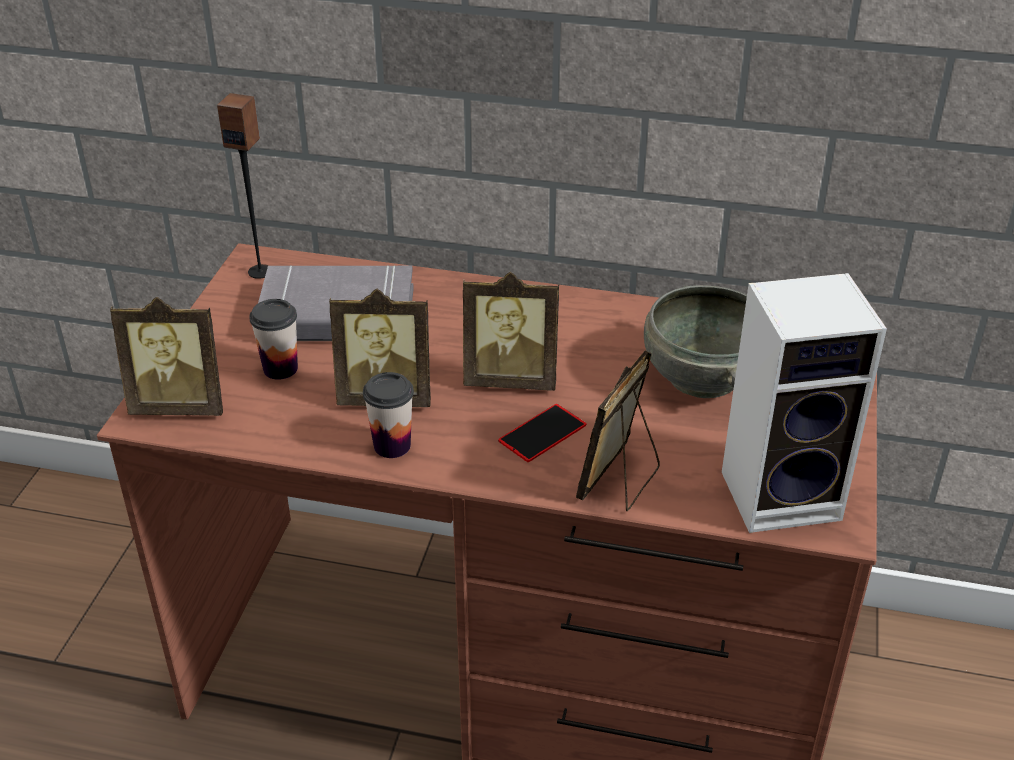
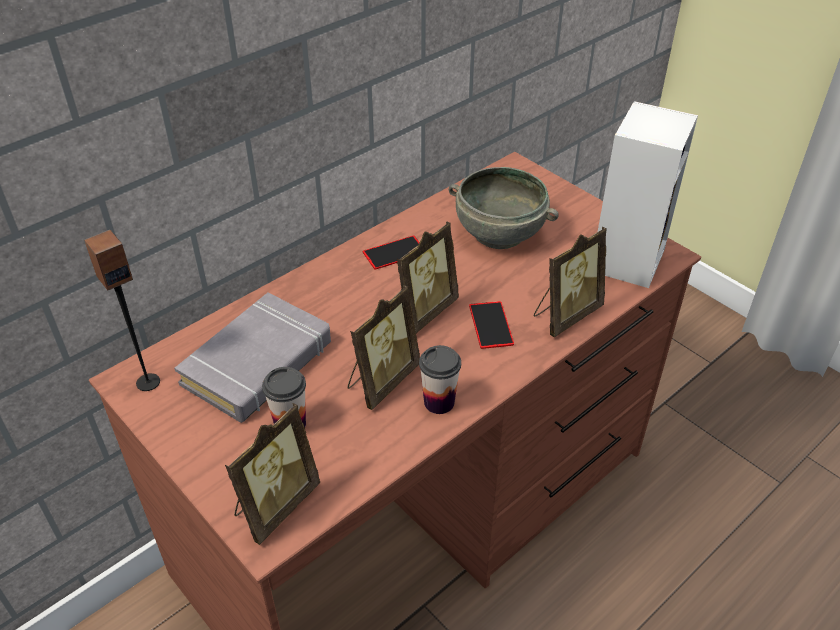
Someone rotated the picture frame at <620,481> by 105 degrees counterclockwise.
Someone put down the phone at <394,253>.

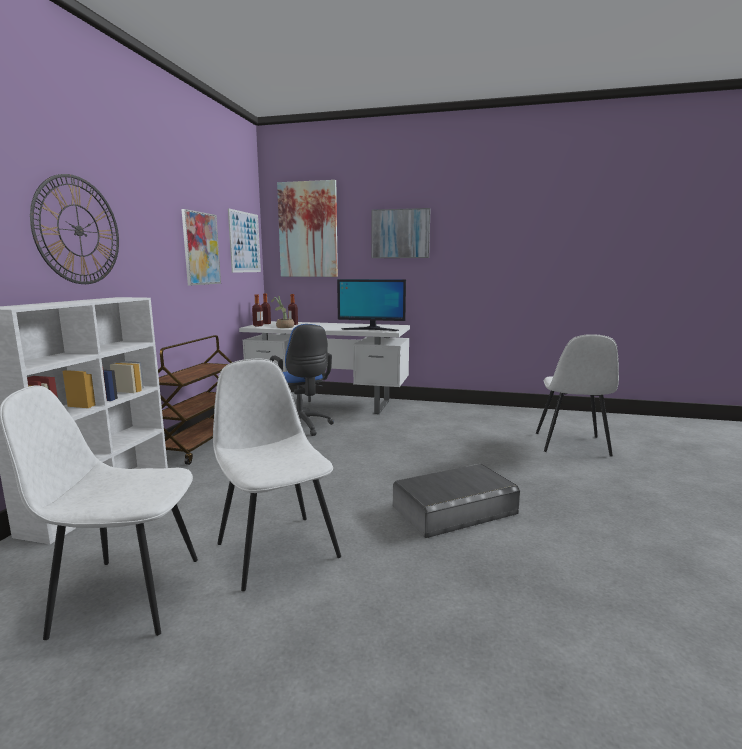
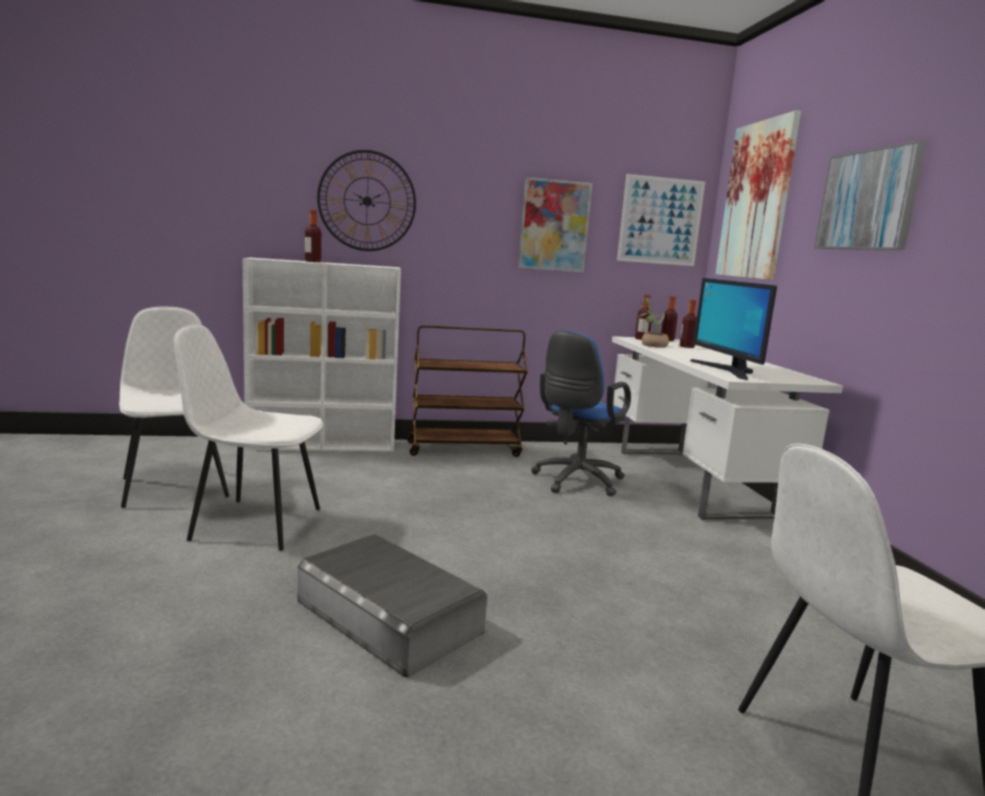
Someone rotated the white chair at <277,548> by 120 degrees counterclockwise.
Someone put down the bottle at <312,261>.

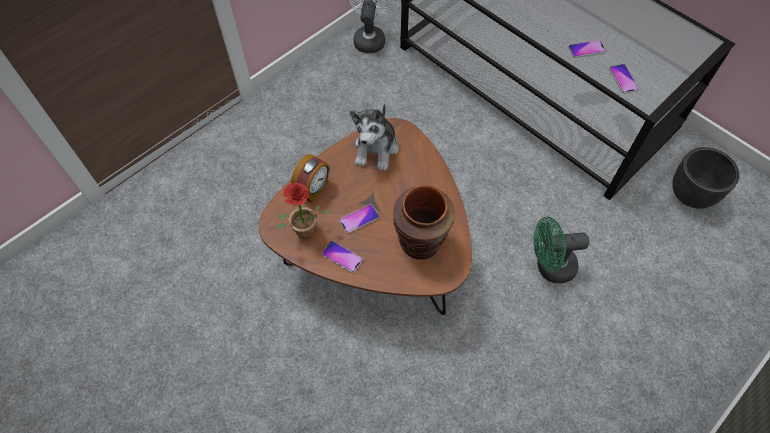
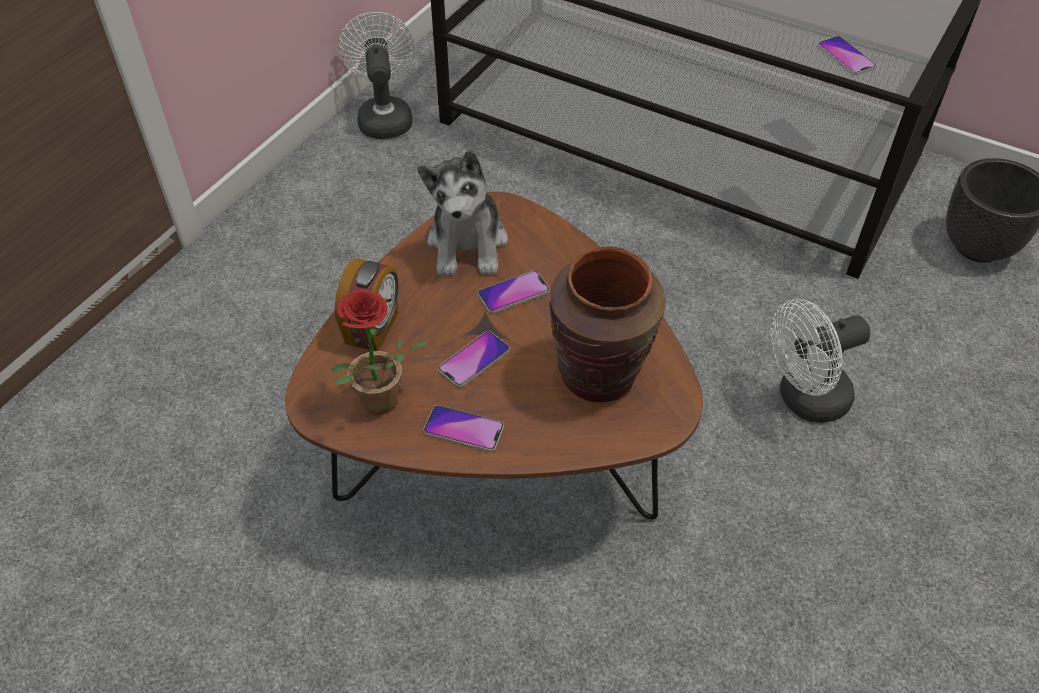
Someone repainted the green fan at <549,267>, which became the white fan at <804,400>.
Someone carried the phone from <586,49> to <513,293>.

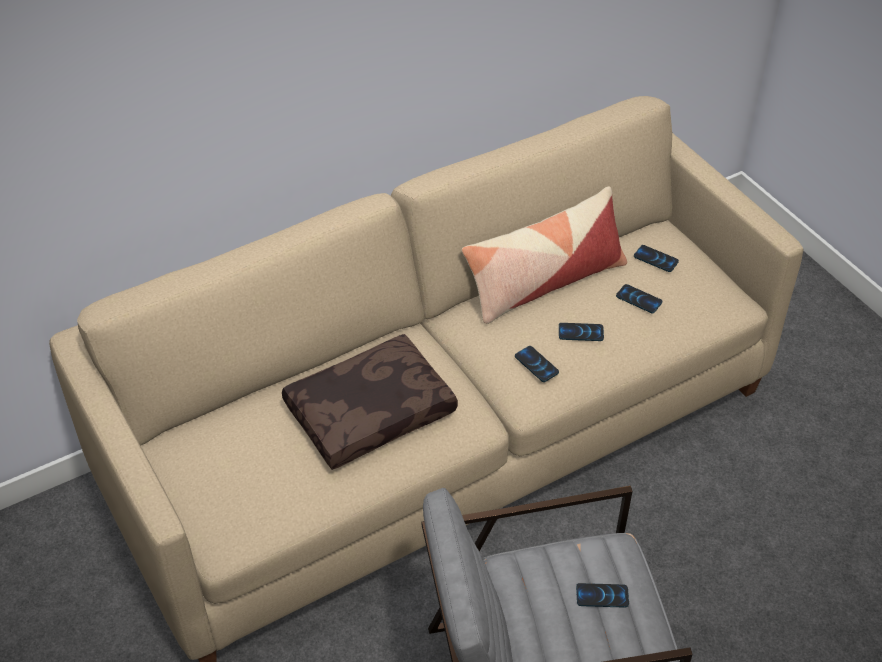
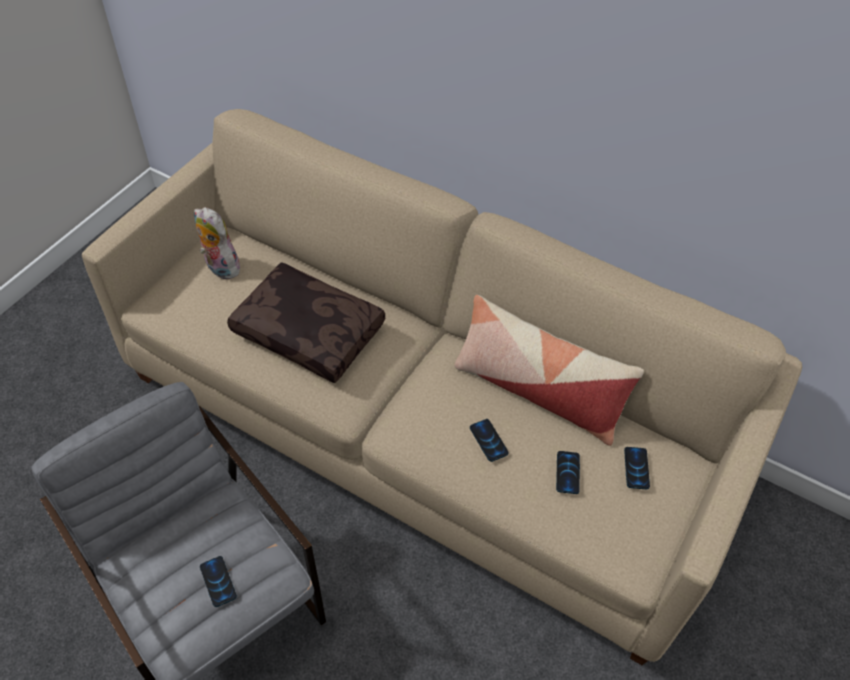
Someone took away the phone at <536,364>.
Someone put down the plush toy at <219,267>.

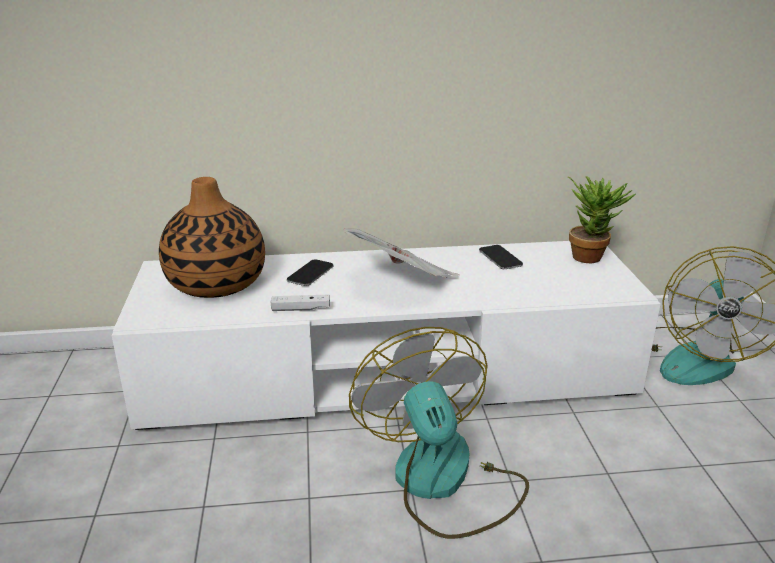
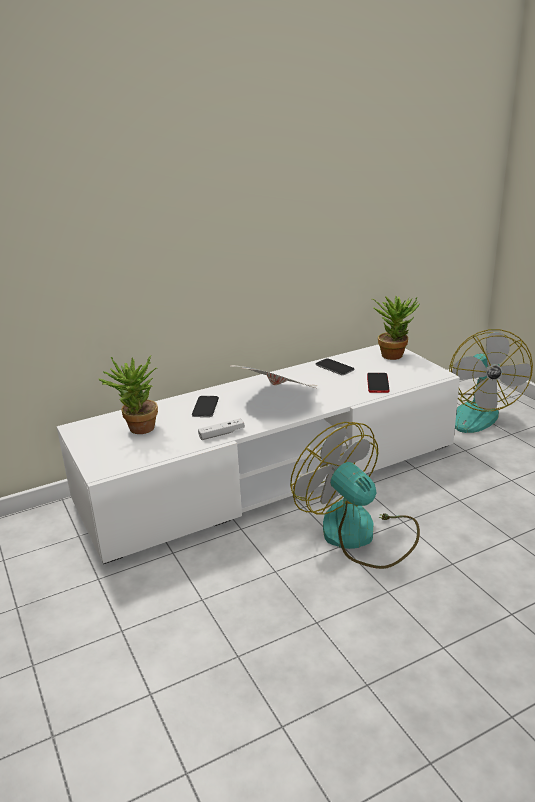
Someone swapped the vase at <216,283> for the potted plant at <137,430>.
Someone put down the phone at <378,383>.

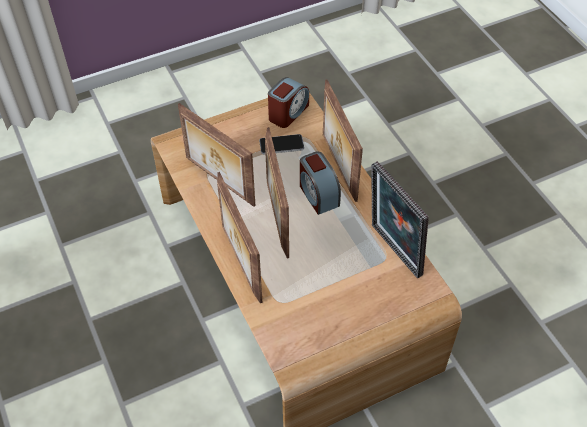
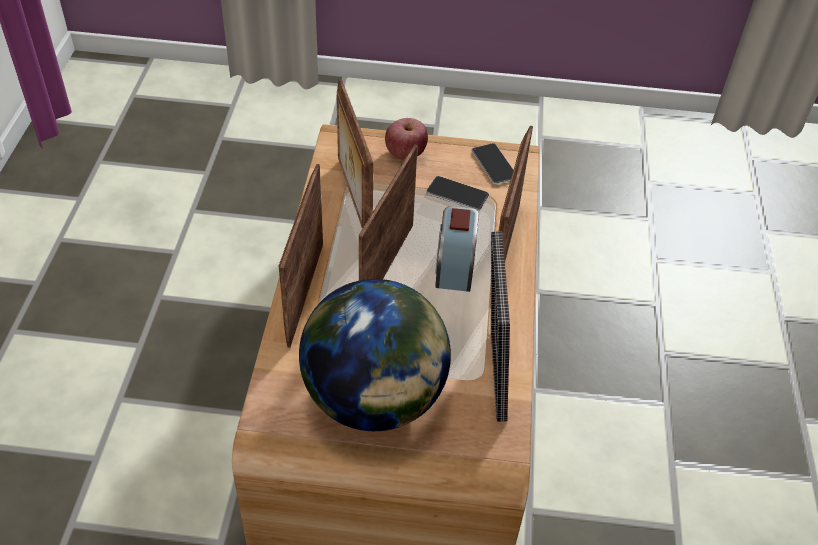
Someone swapped the alarm clock at <288,113> for the phone at <494,165>.
Someone put down the globe at <375,398>.
Someone put down the apple at <405,153>.

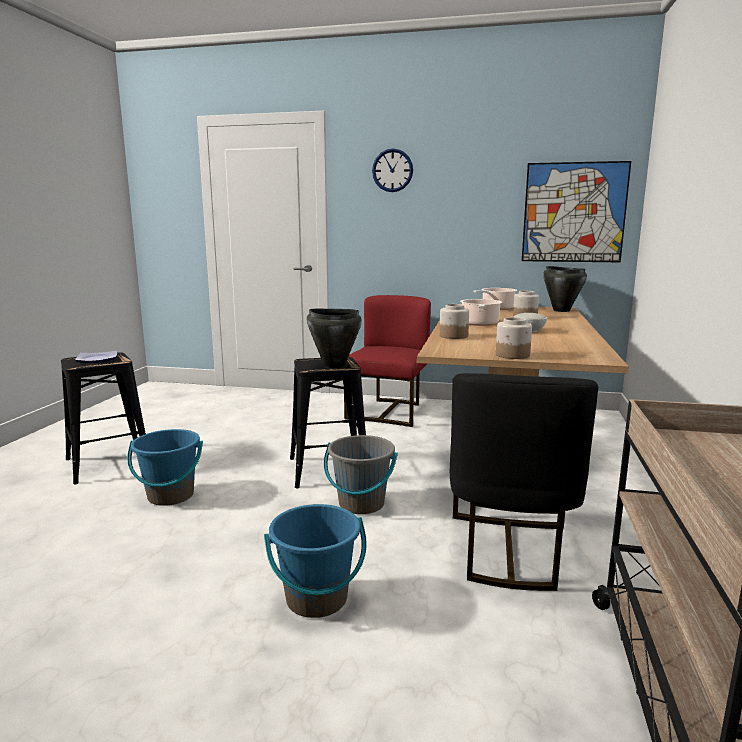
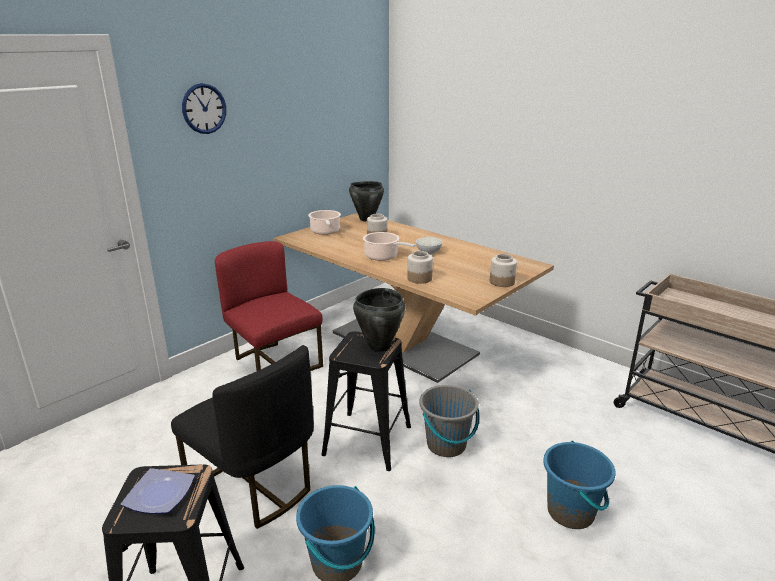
Someone carried the black chair from <508,550> to <254,485>.
Someone took away the picture at <574,213>.

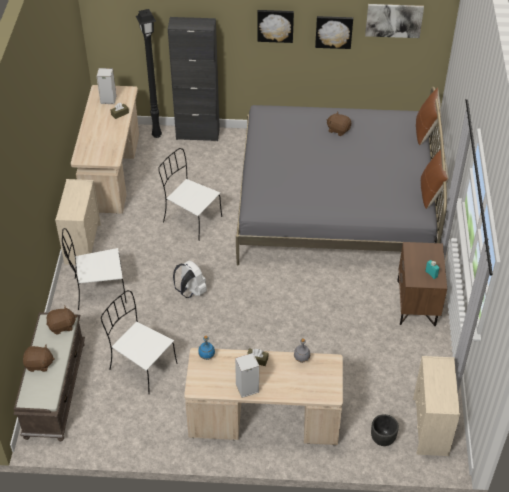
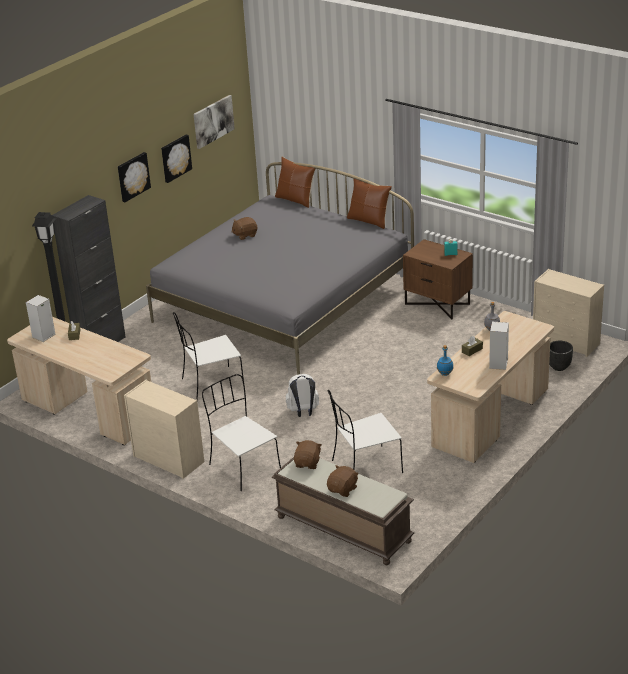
Someone rotated the white chair at <98,291> by 120 degrees clockwise.

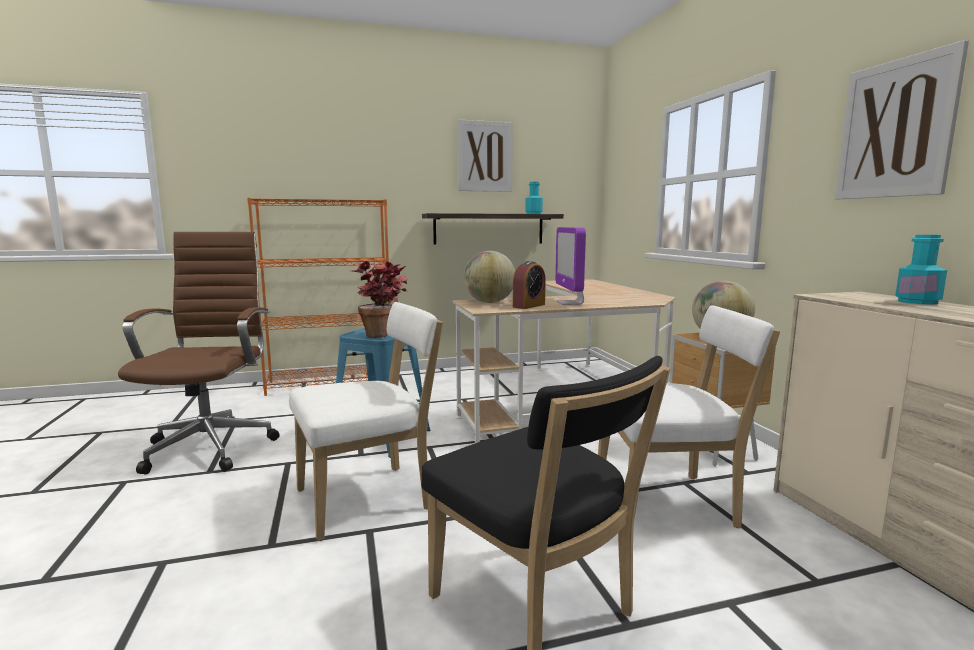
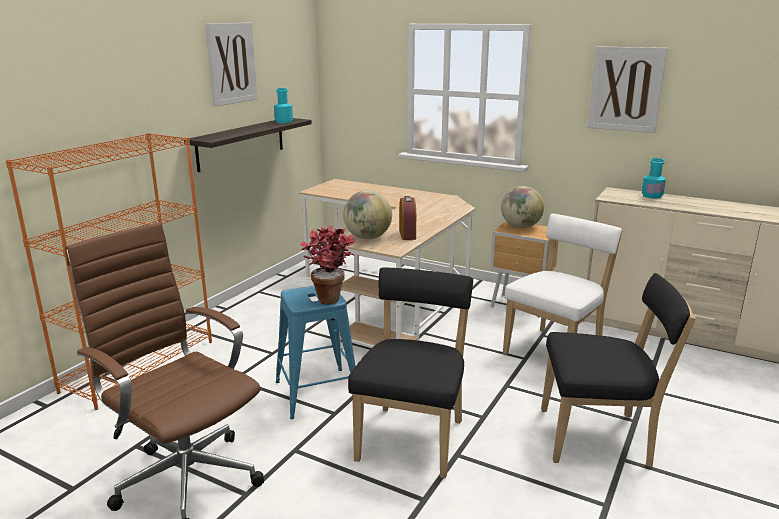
Someone repainted the white chair at <370,498>, which became the black chair at <413,437>.
Someone took away the monitor at <570,303>.

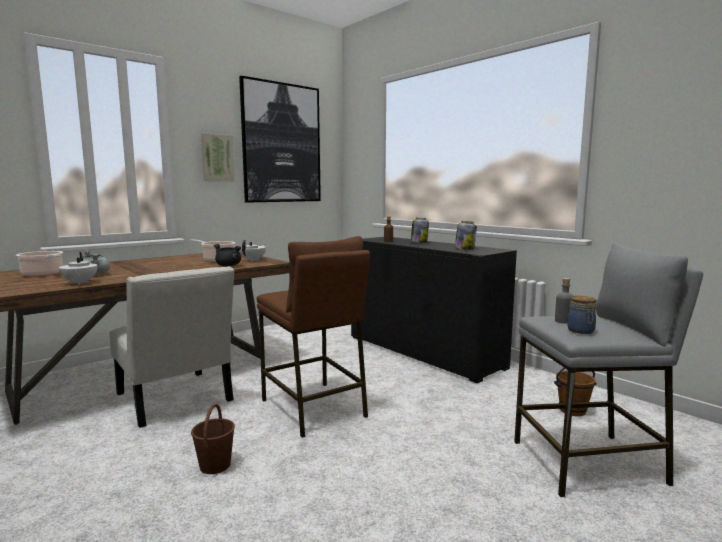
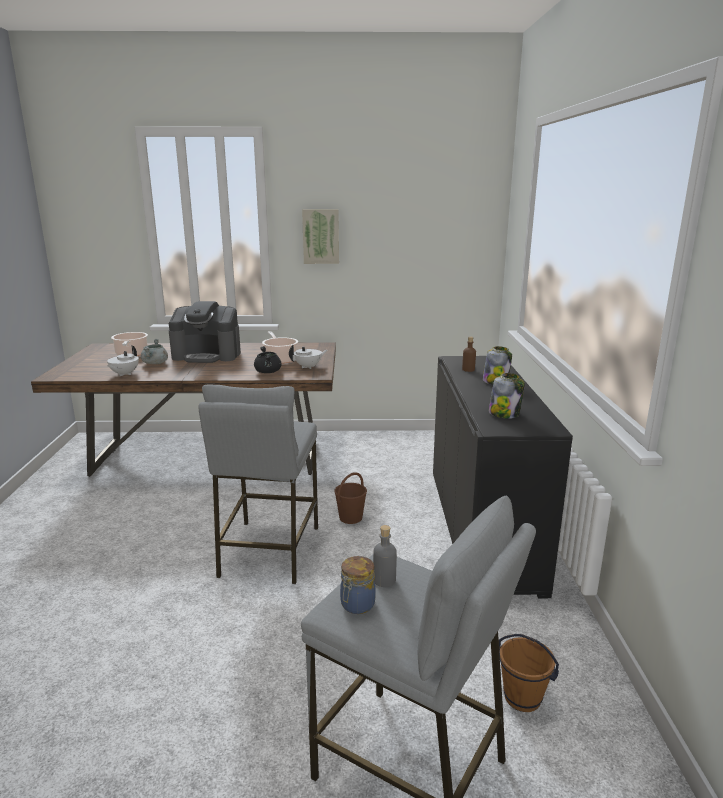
Someone took away the white chair at <175,400>.
Someone carried the brown bucket from <215,465> to <351,517>.
Someone took away the picture at <282,143>.
Someone repainted the brown stool at <313,408>, which became the grey stool at <268,551>.
Someone put down the coffee machine at <207,355>.

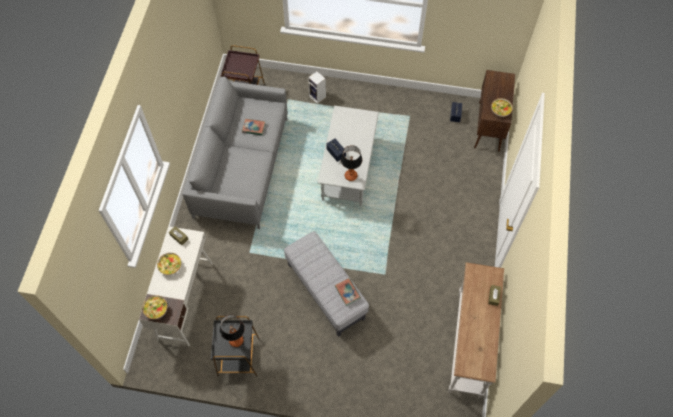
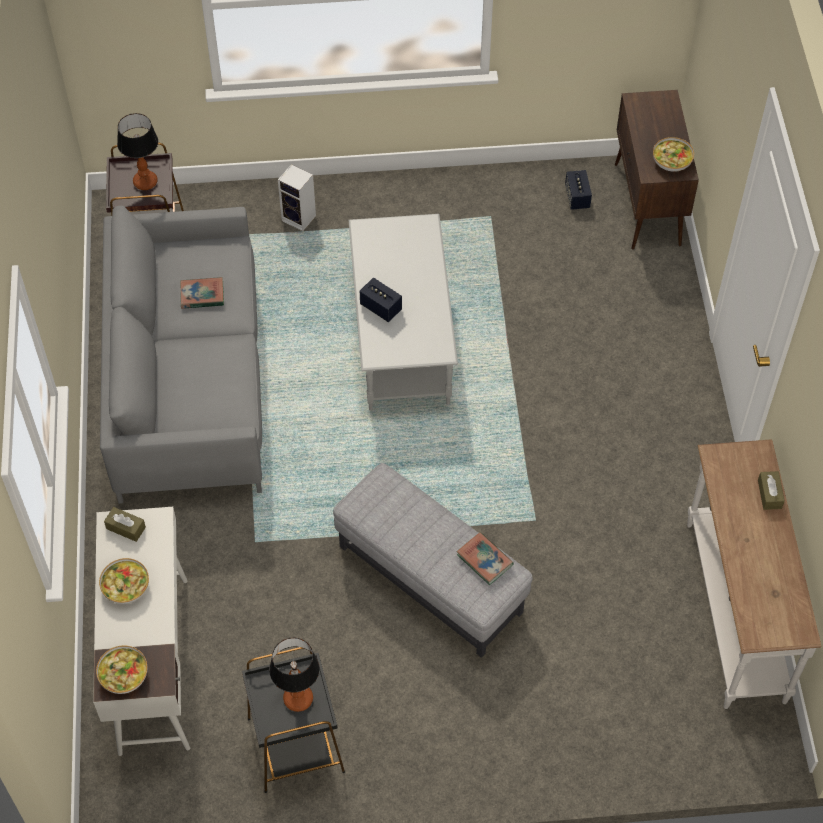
Someone carried the table lamp from <350,176> to <145,182>.

